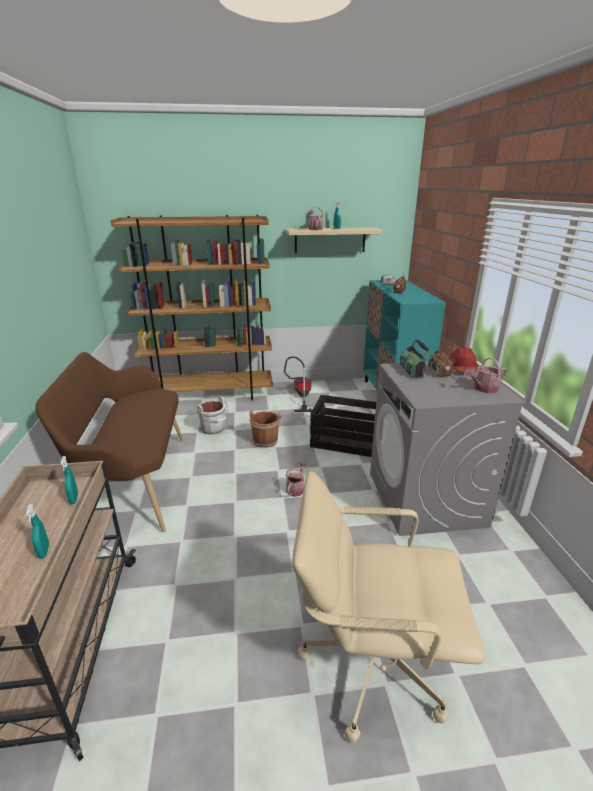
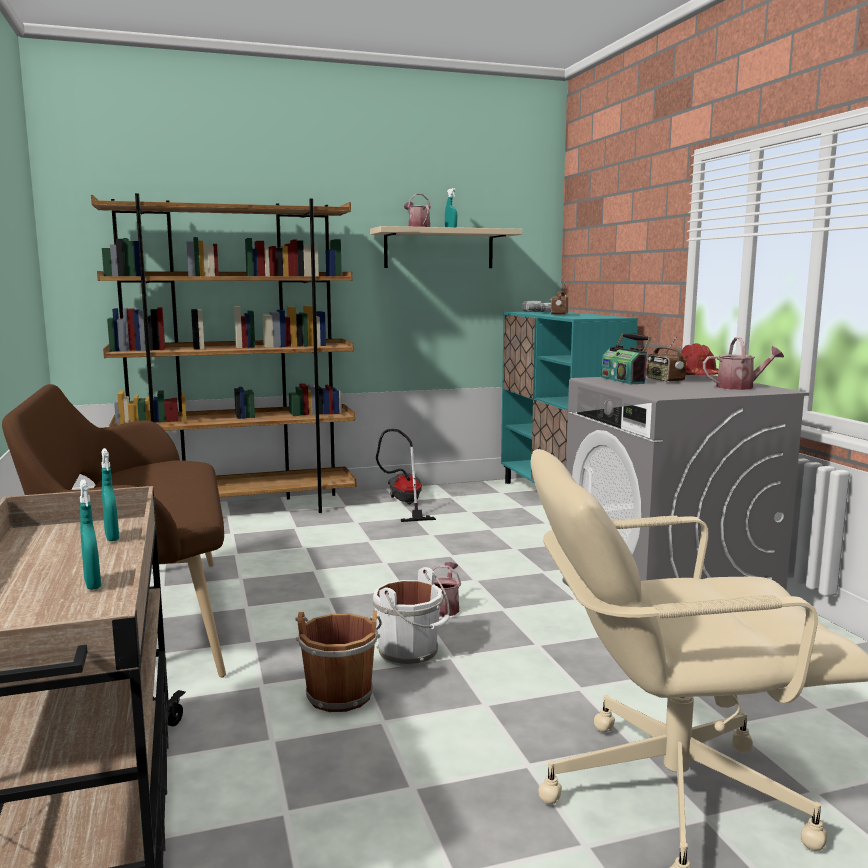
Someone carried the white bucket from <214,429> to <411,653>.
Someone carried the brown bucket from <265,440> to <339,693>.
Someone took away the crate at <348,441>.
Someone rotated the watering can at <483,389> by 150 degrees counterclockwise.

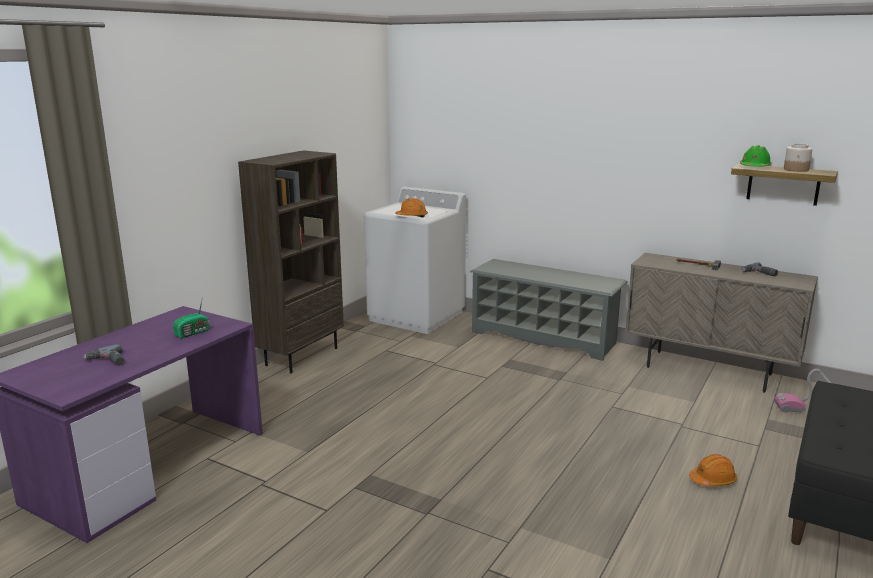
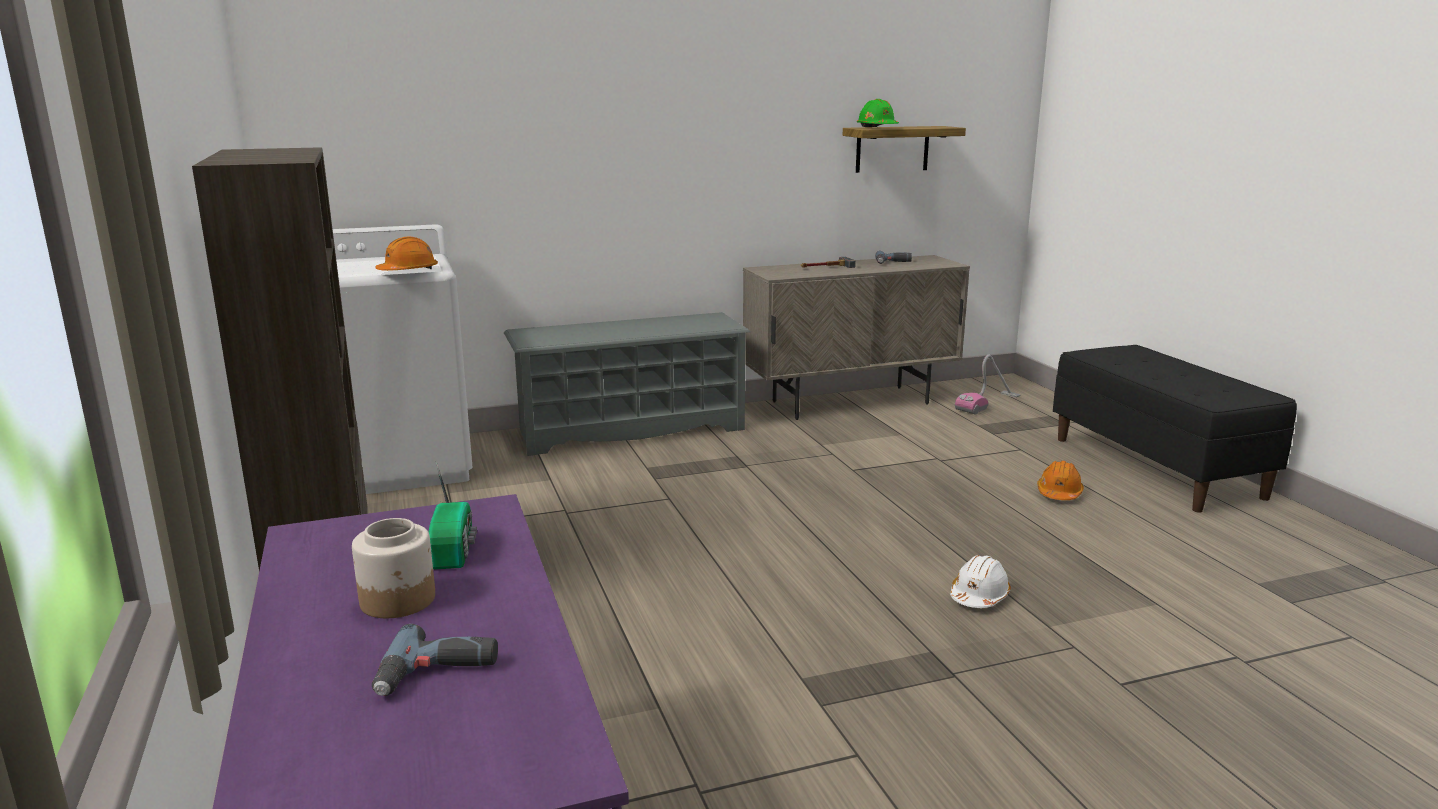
Someone carried the jar from <796,170> to <398,600>.
Someone put down the white hard hat at <979,596>.

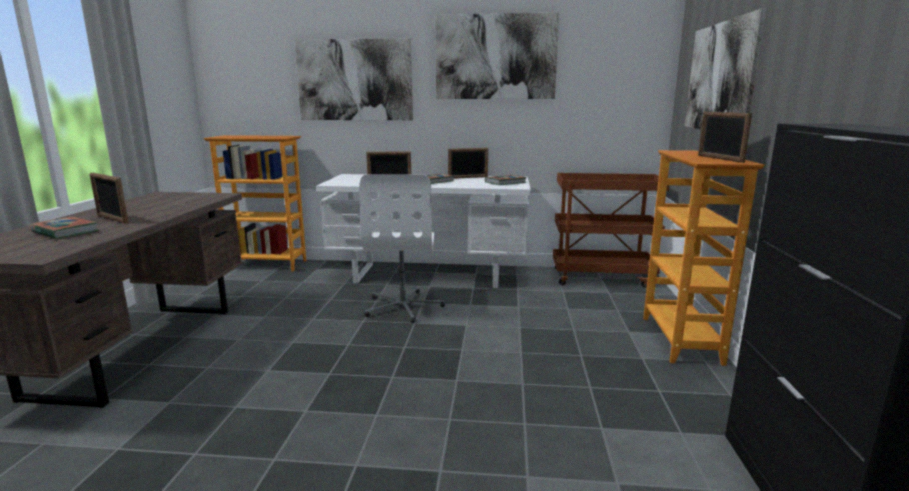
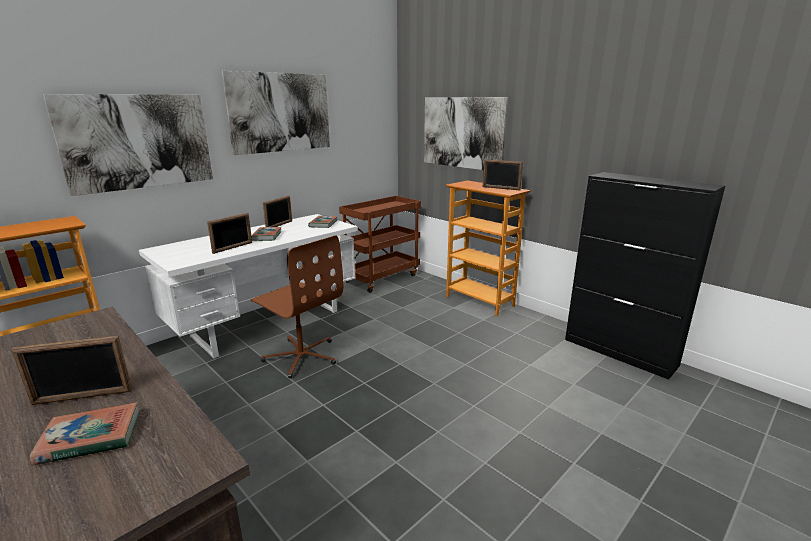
Someone repainted the white office chair at <403,306>, which became the brown office chair at <301,356>.

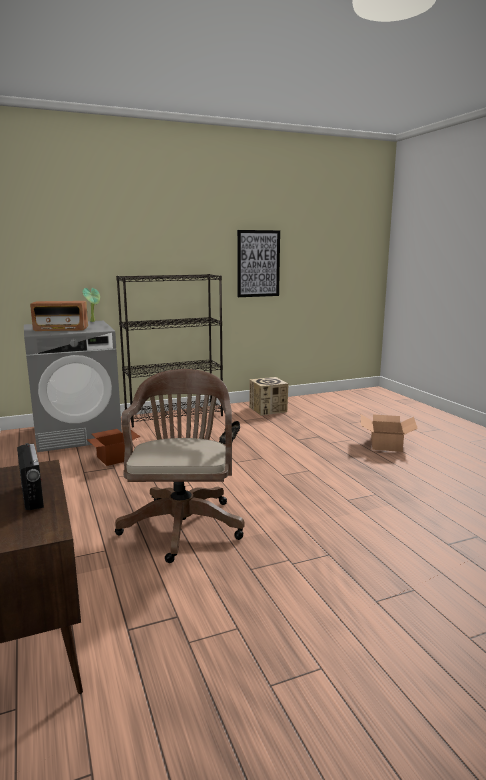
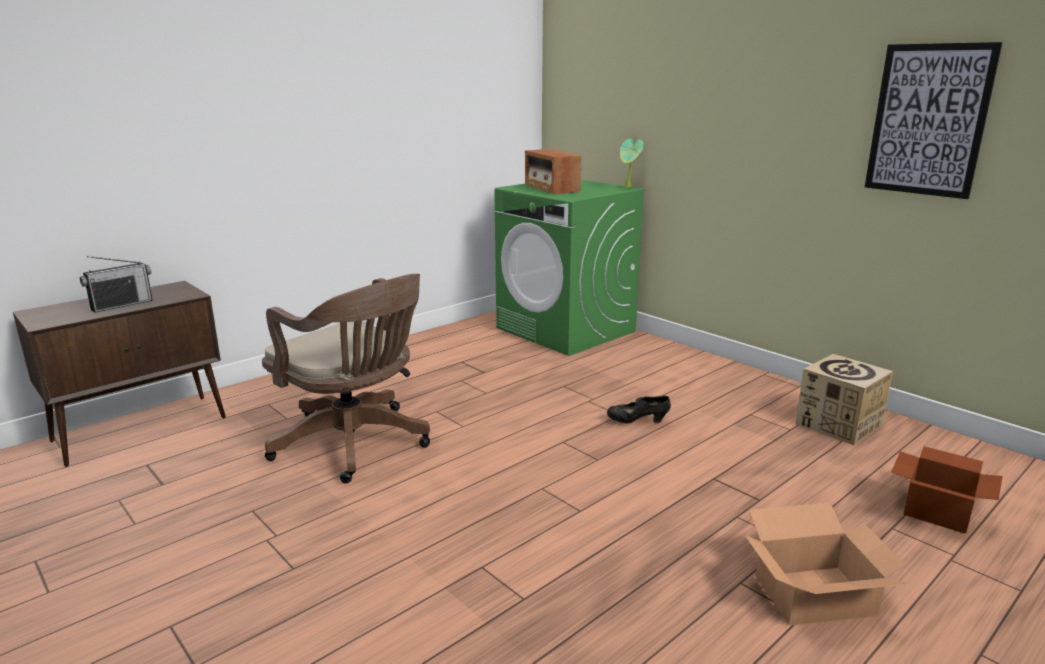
Someone repainted the grey washing machine at <77,434>, which became the green washing machine at <566,330>.
Someone carried the cardboard box from <115,458> to <939,510>.
Someone rotated the brown office chair at <183,523> by 60 degrees clockwise.
Someone took away the black bookcase at <174,416>.

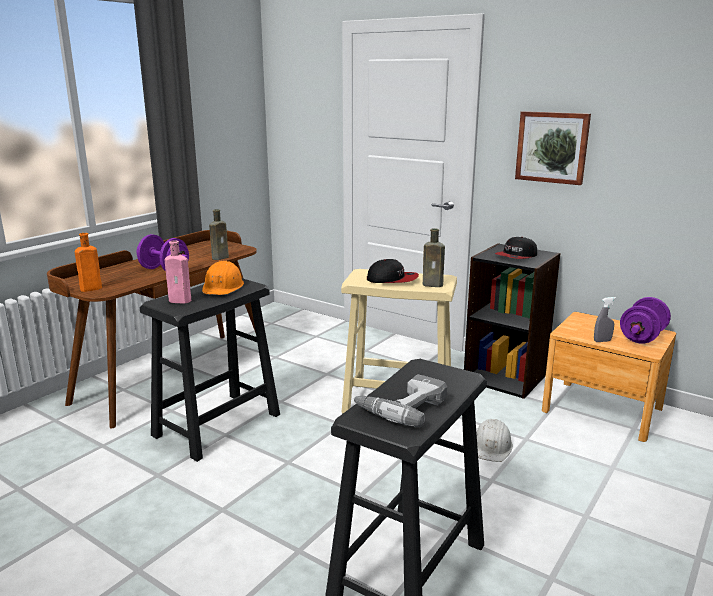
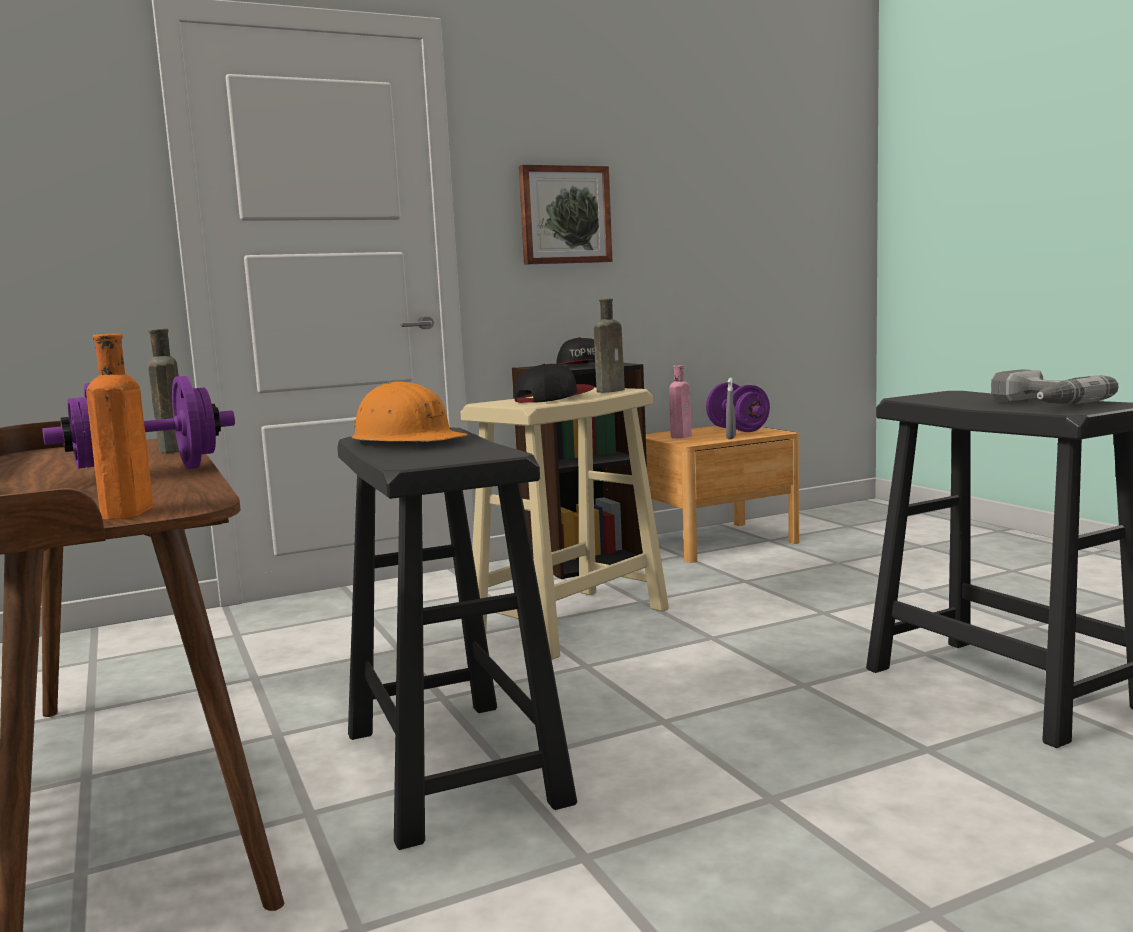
Someone carried the pink bottle from <181,301> to <681,436>.
Someone took away the white hard hat at <492,446>.

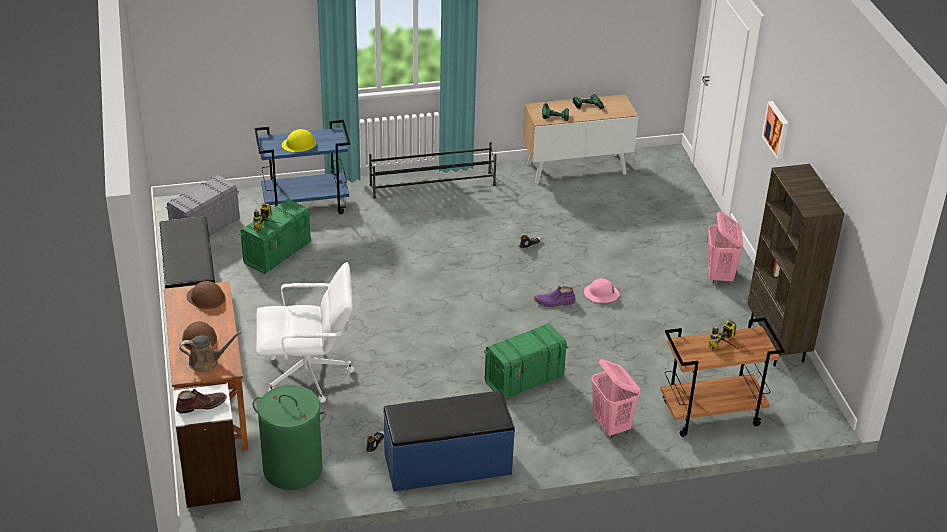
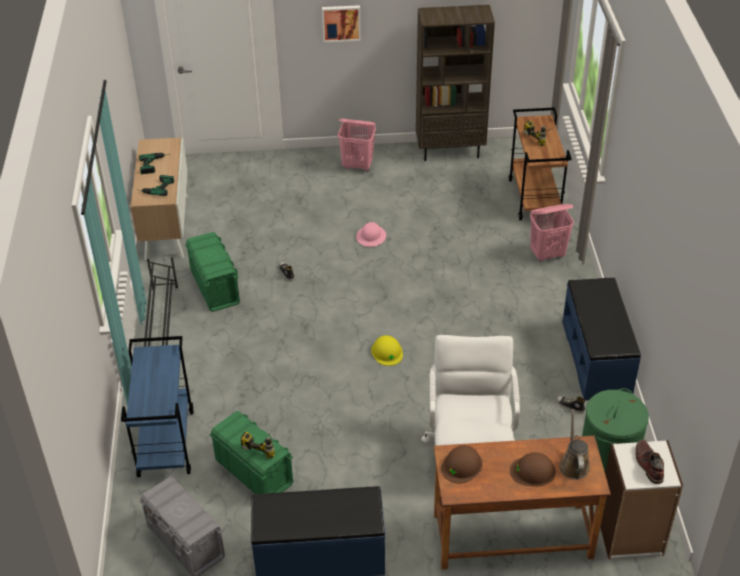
Someone carried the yellow hard hat from <299,144> to <387,352>.
Someone carried the green storage box from <524,379> to <215,287>.
Someone took away the purple boot at <554,302>.

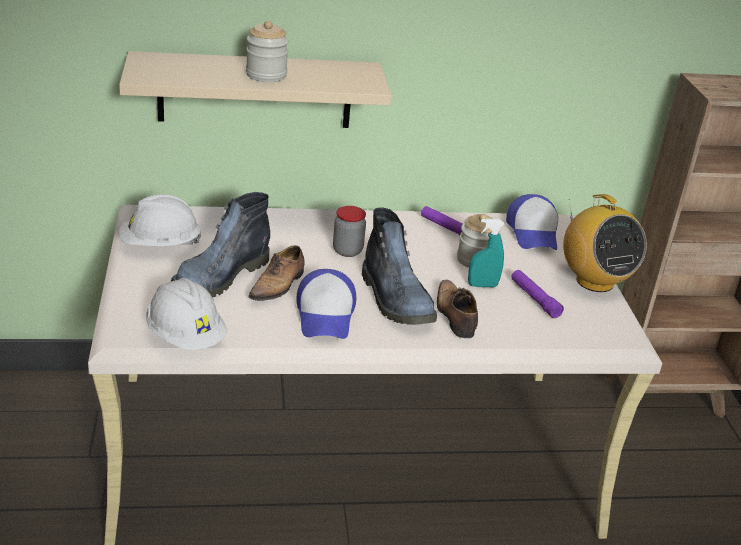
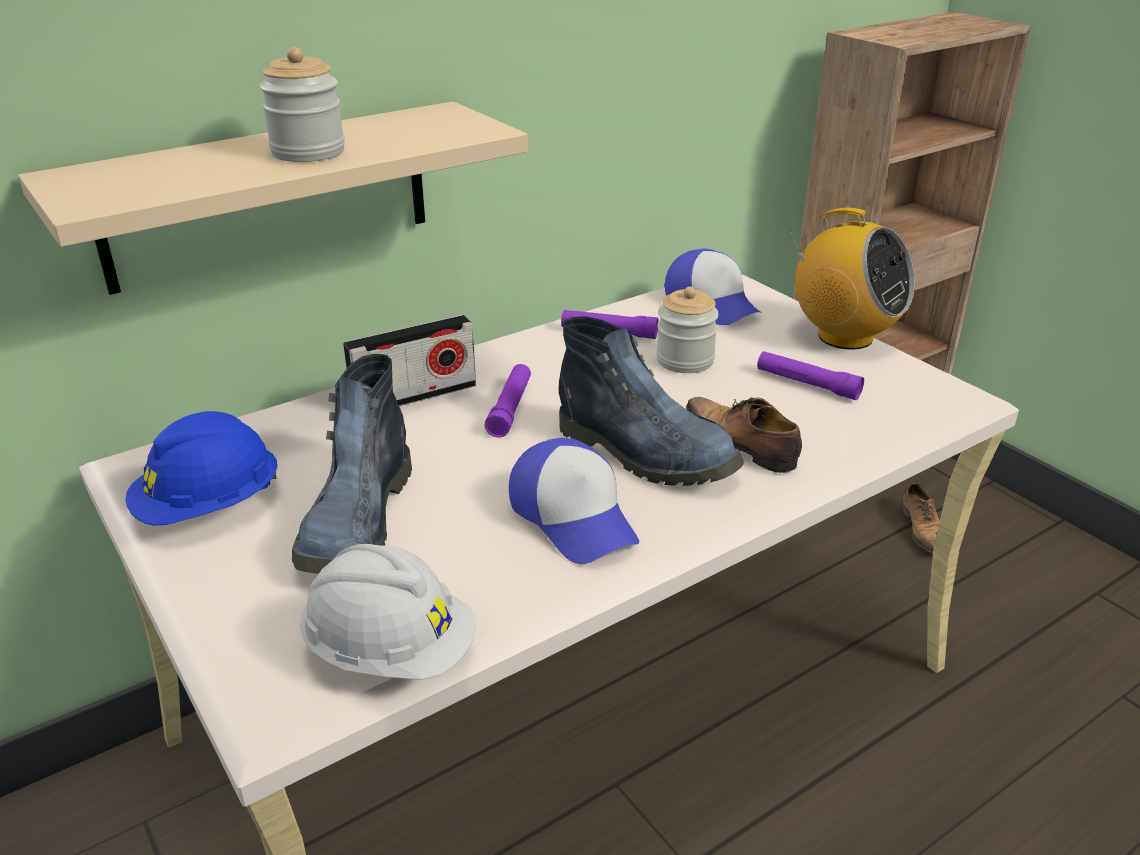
Someone repainted the white hard hat at <160,245>, which became the blue hard hat at <209,507>.
Someone carried the shoe from <278,285> to <922,529>.
Someone swapped the jar at <347,251> for the purple flashlight at <510,408>.
Someone took away the turquoise spray bottle at <482,285>.
Someone put down the radio at <414,396>.

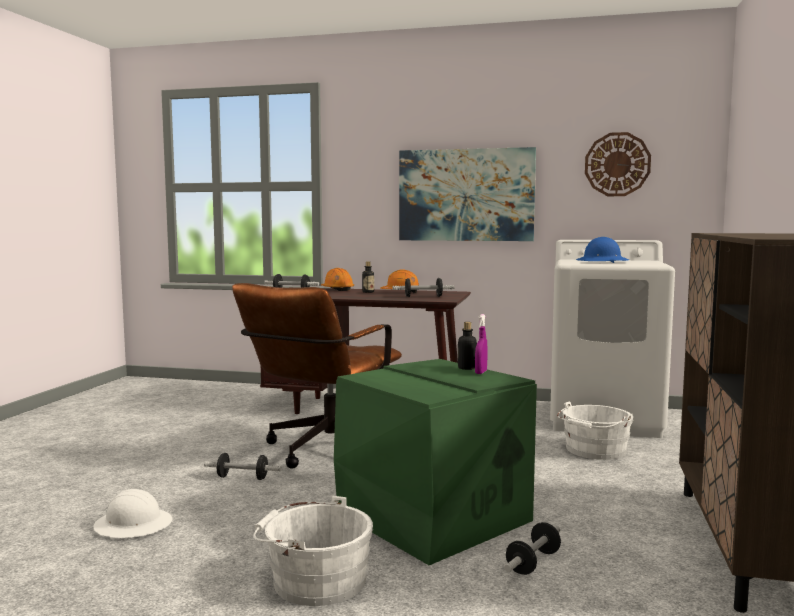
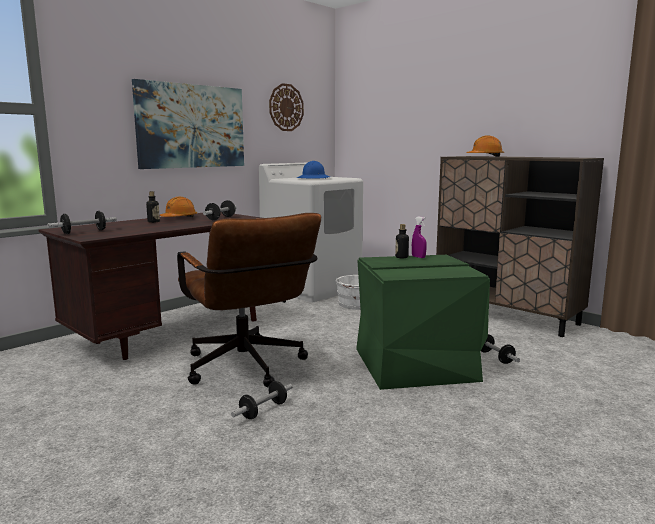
Someone took away the white hard hat at <133,525>.
Someone took away the white bucket at <314,580>.
Someone carried the orange hard hat from <337,289> to <485,156>.

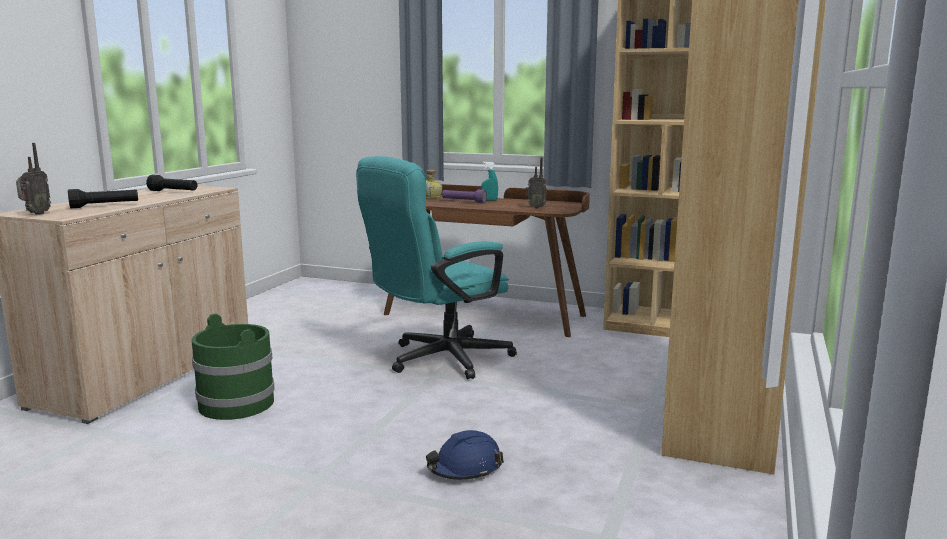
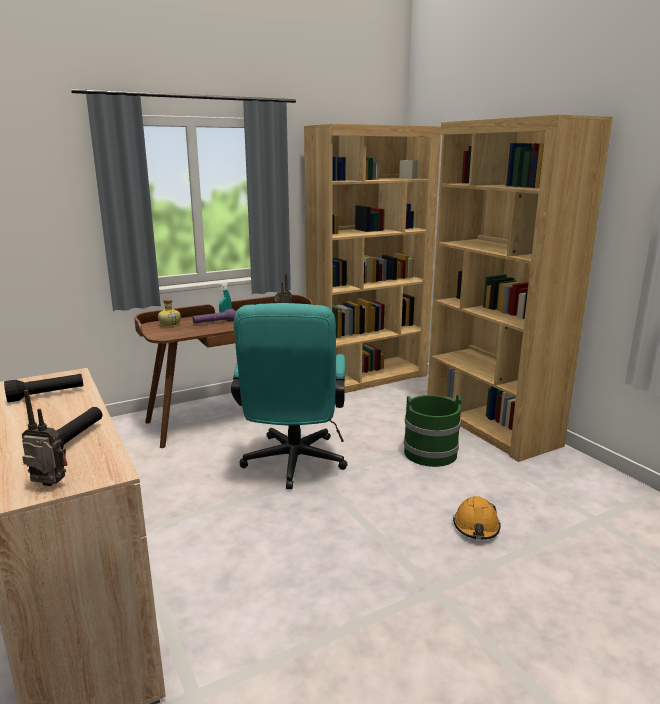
Someone rotated the radio at <35,214> by 45 degrees counterclockwise.
Someone carried the green bucket from <237,404> to <430,453>.
Someone repainted the blue hard hat at <465,468>, which became the orange hard hat at <476,526>.

